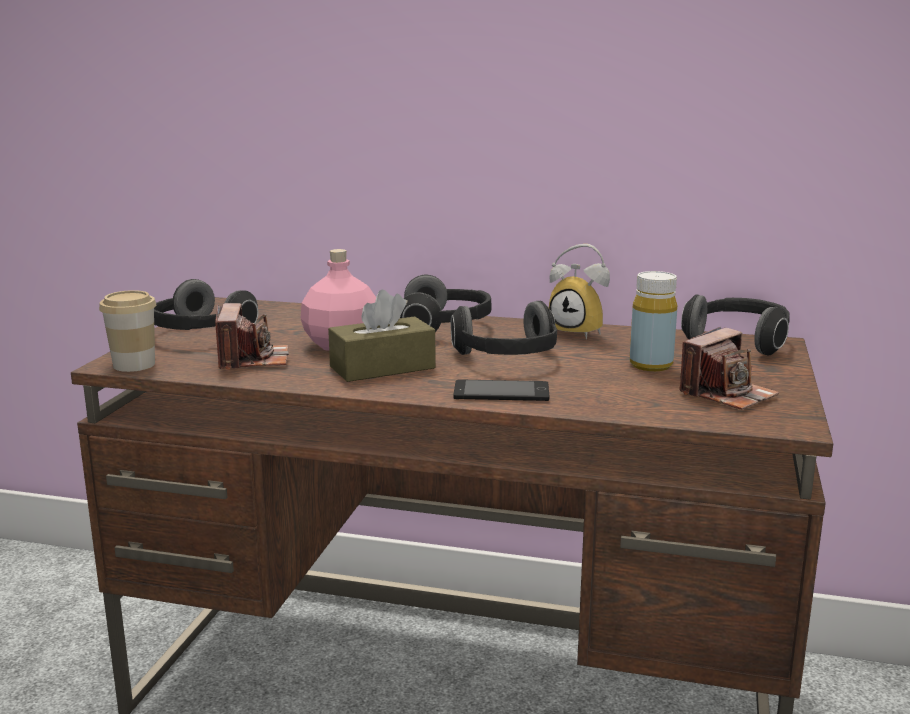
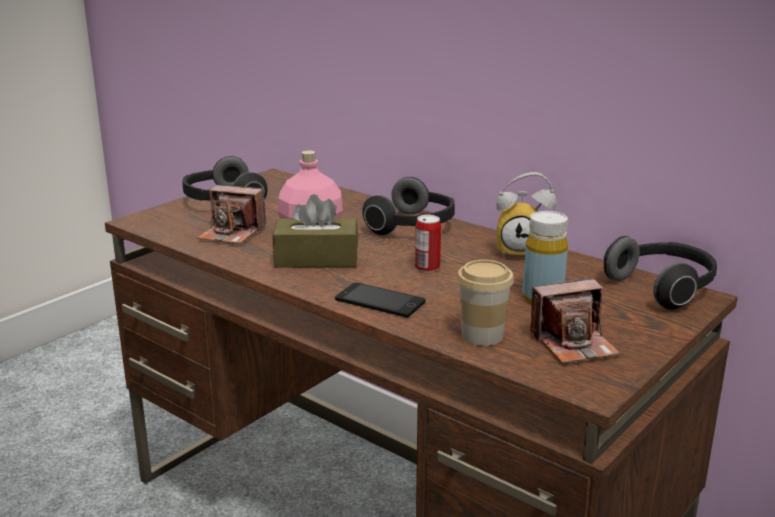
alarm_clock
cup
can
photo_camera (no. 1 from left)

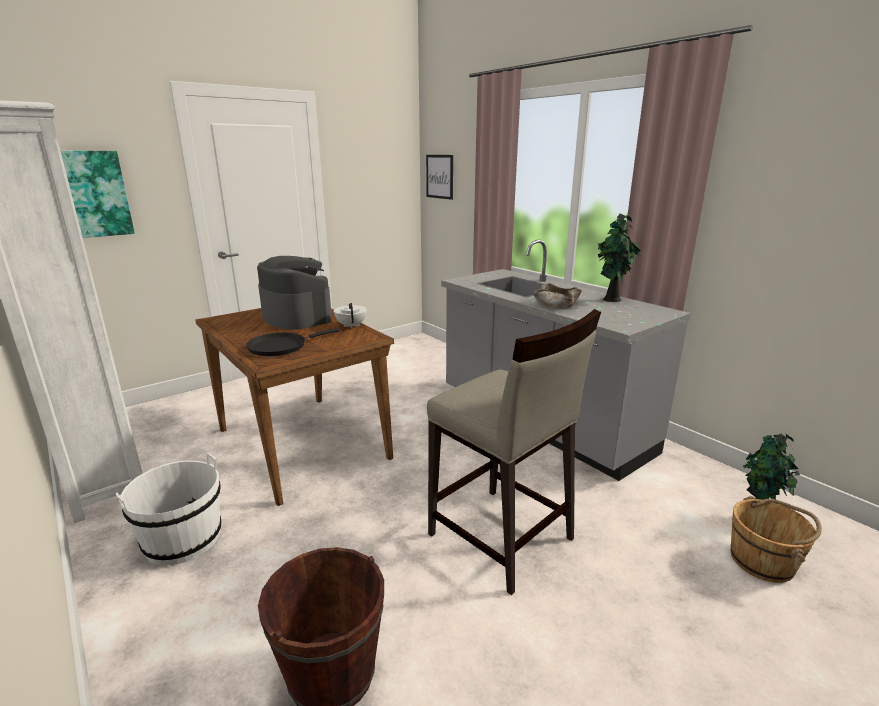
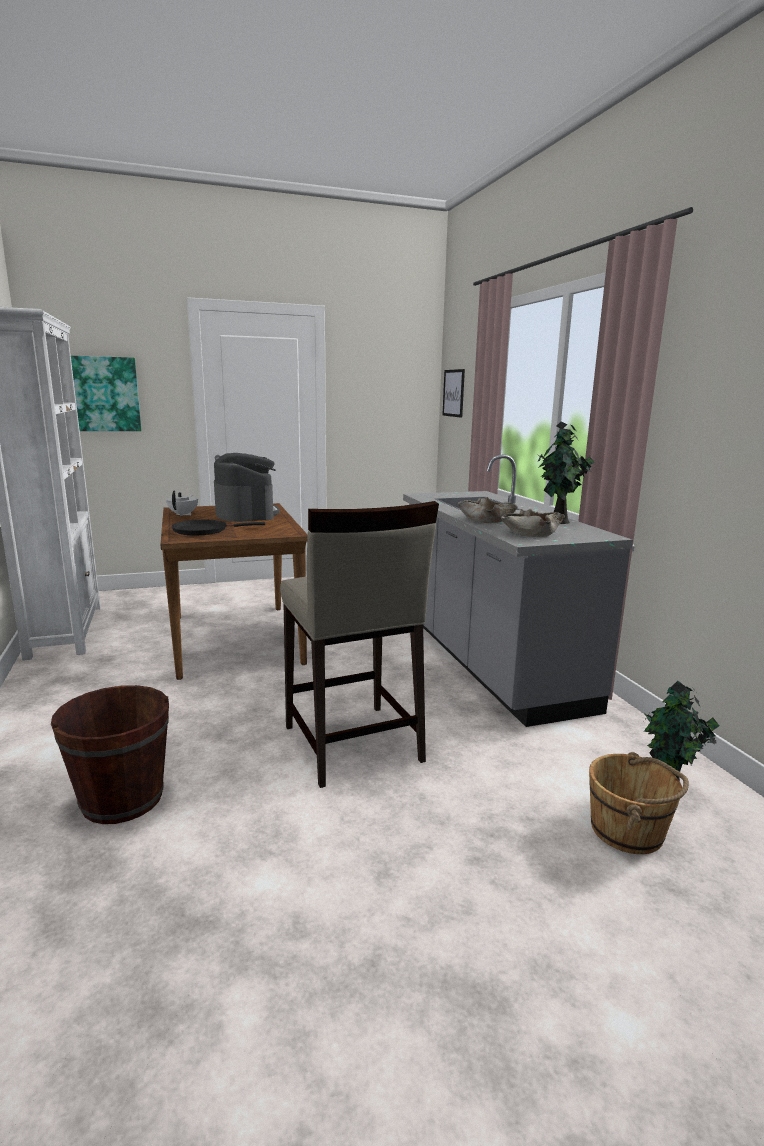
white_teapot
white_bucket
beige_bowl (no. 2 from left)

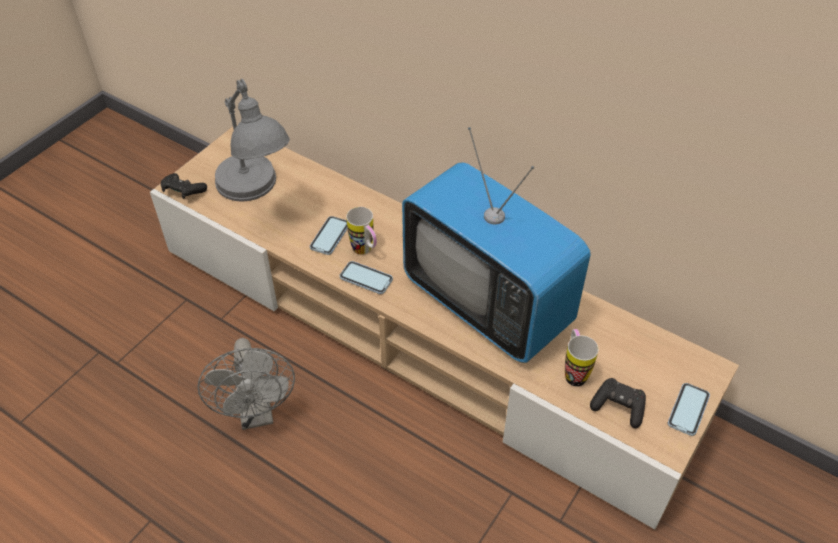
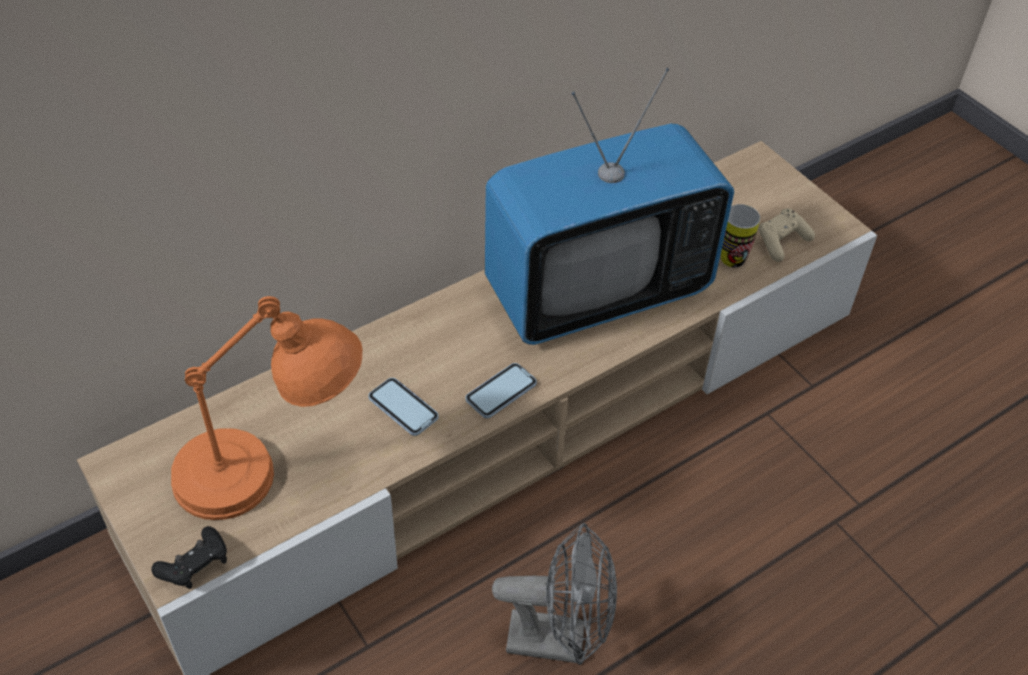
orange_table_lamp
mug (no. 1 from left in the first image)
beige_game_controller
phone (no. 3 from left in the first image)

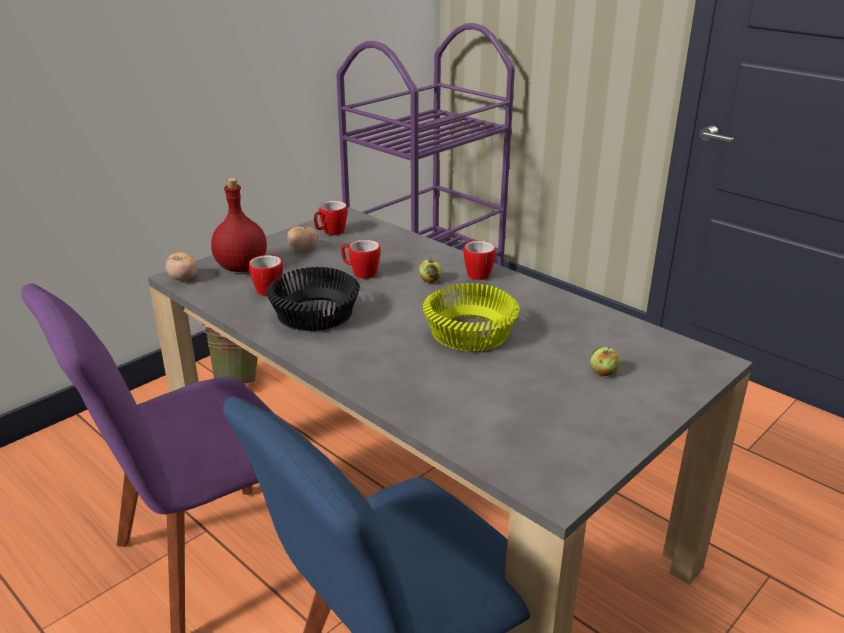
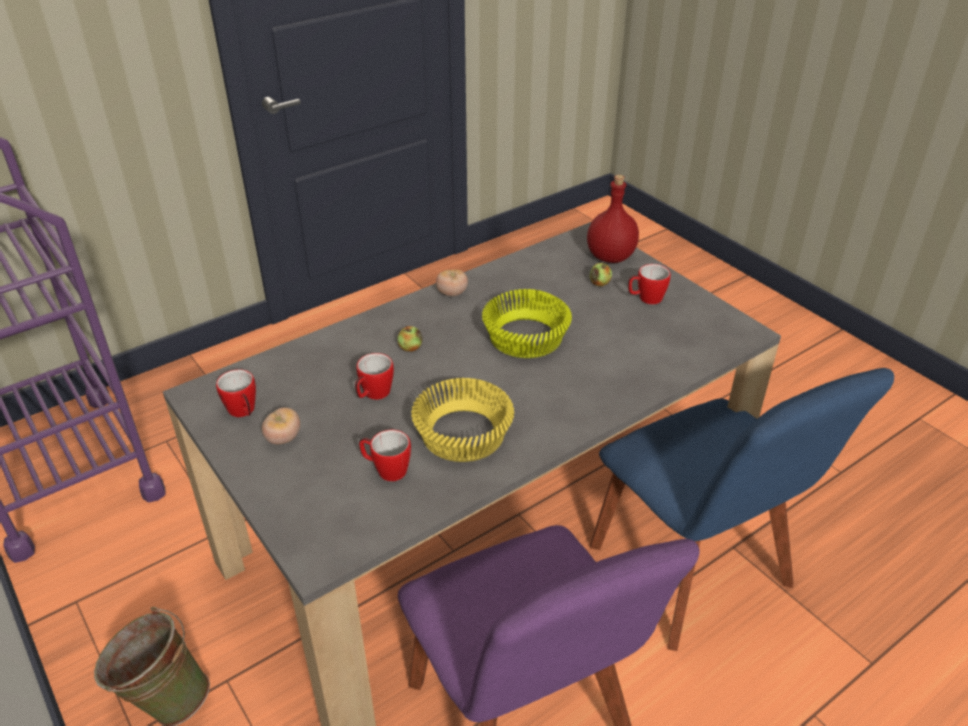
red_bottle
mug (no. 4 from left)
tomato (no. 2 from left)
yellow_bowl (no. 1 from left)

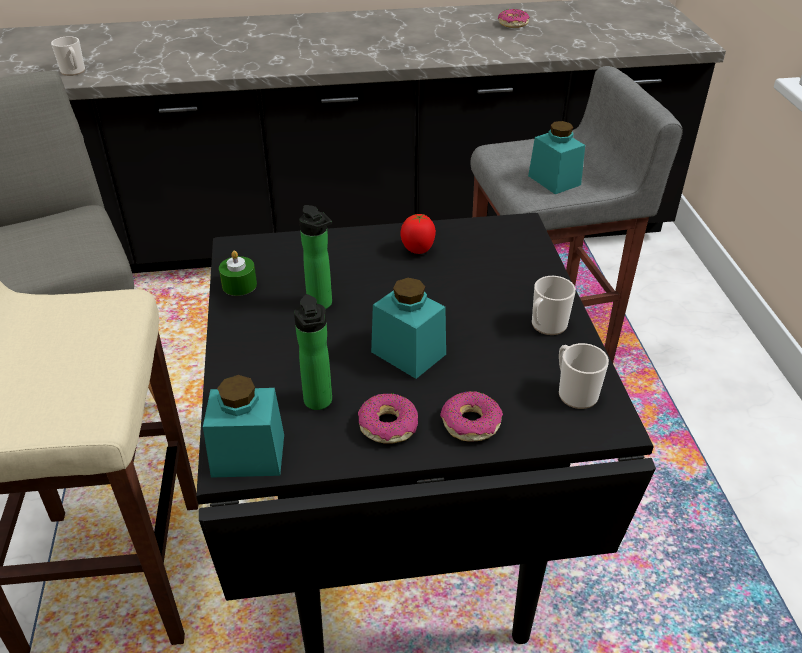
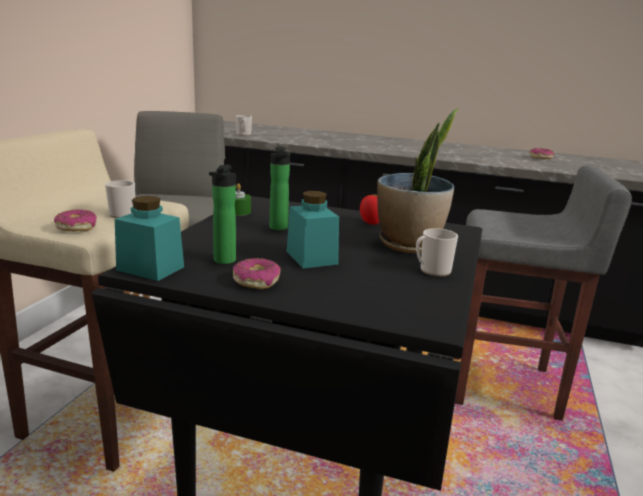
turquoise_jar (no. 3 from left in the first image)
mug (no. 1 from left)
donut (no. 1 from left)
potted_plant

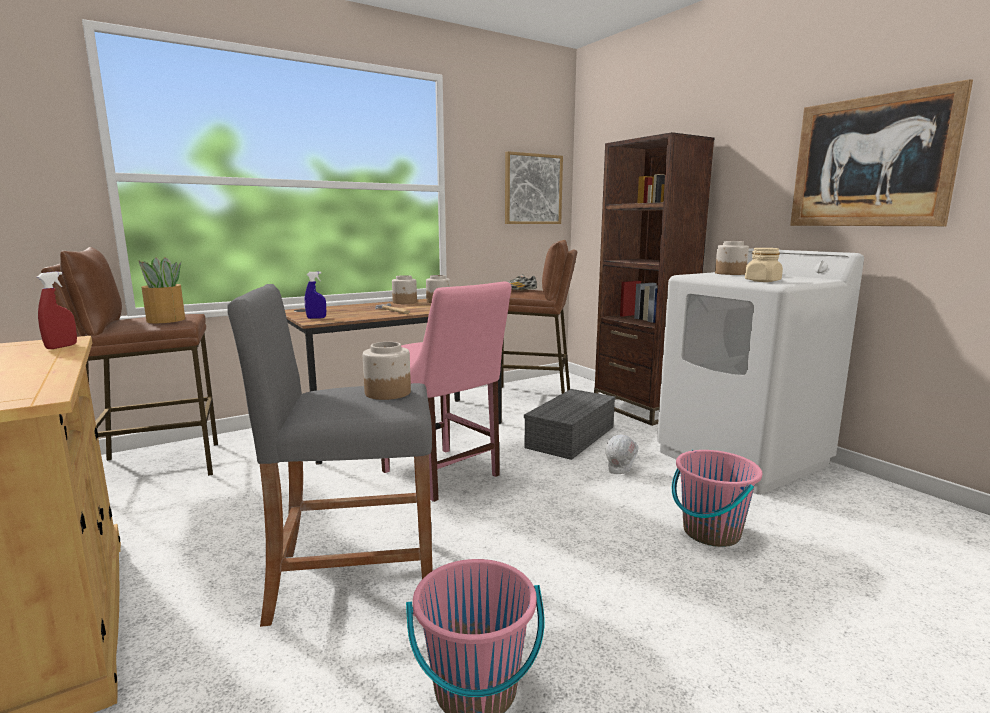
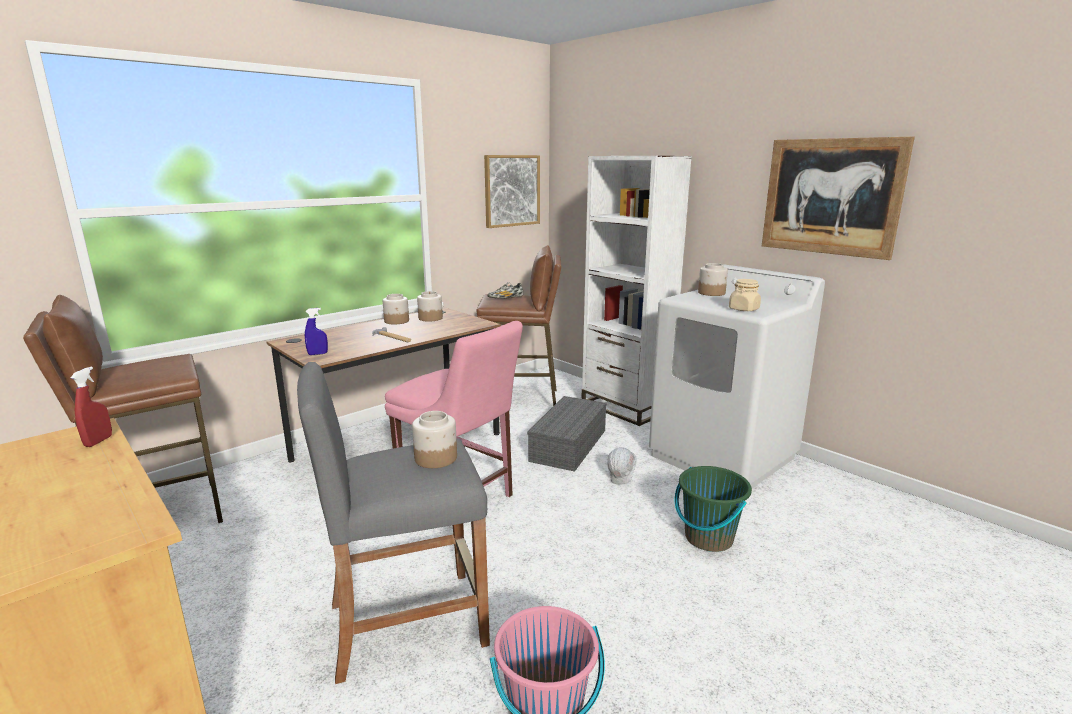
white_bookcase
potted_plant
green_bucket

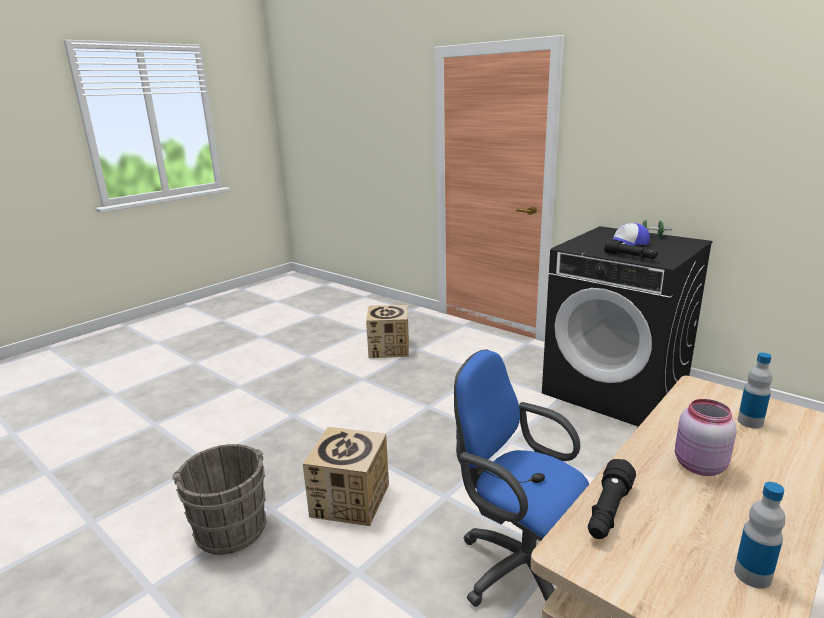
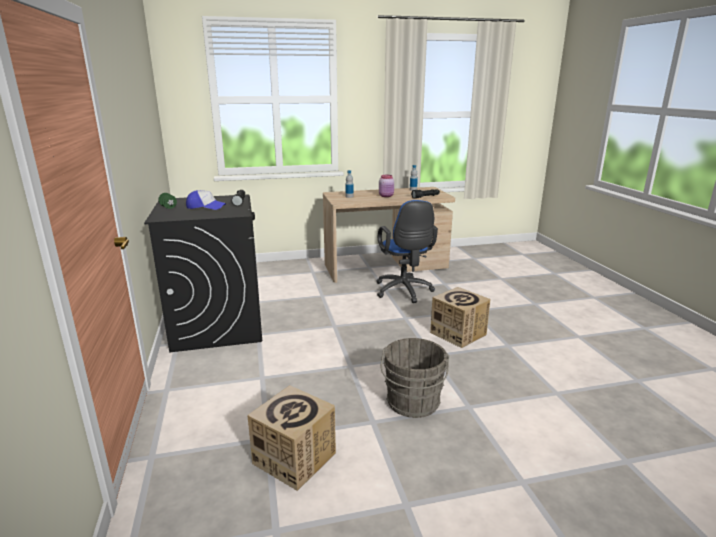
grey_bucket

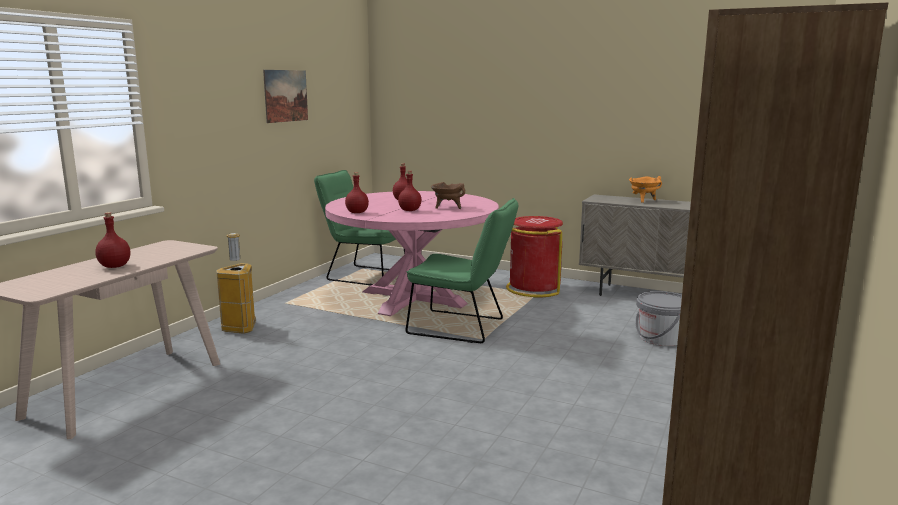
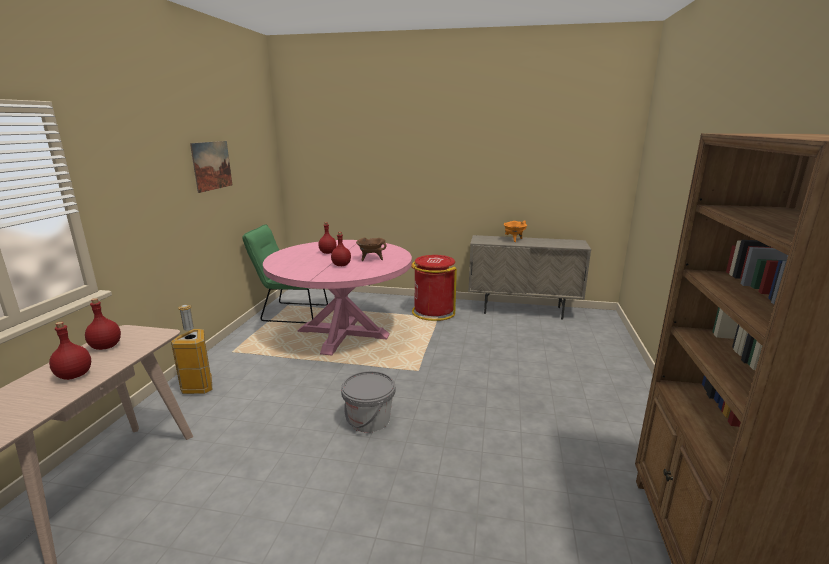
red_bottle (no. 2 from left)
green_chair (no. 2 from left in the first image)
grey_bucket

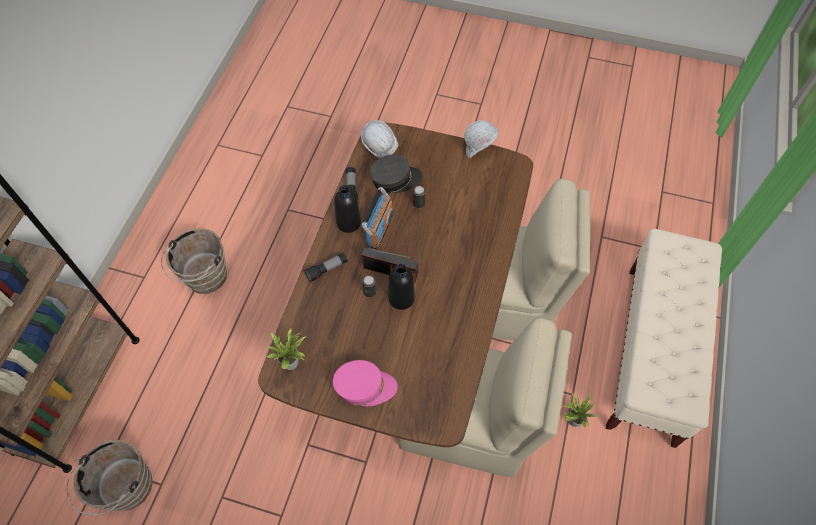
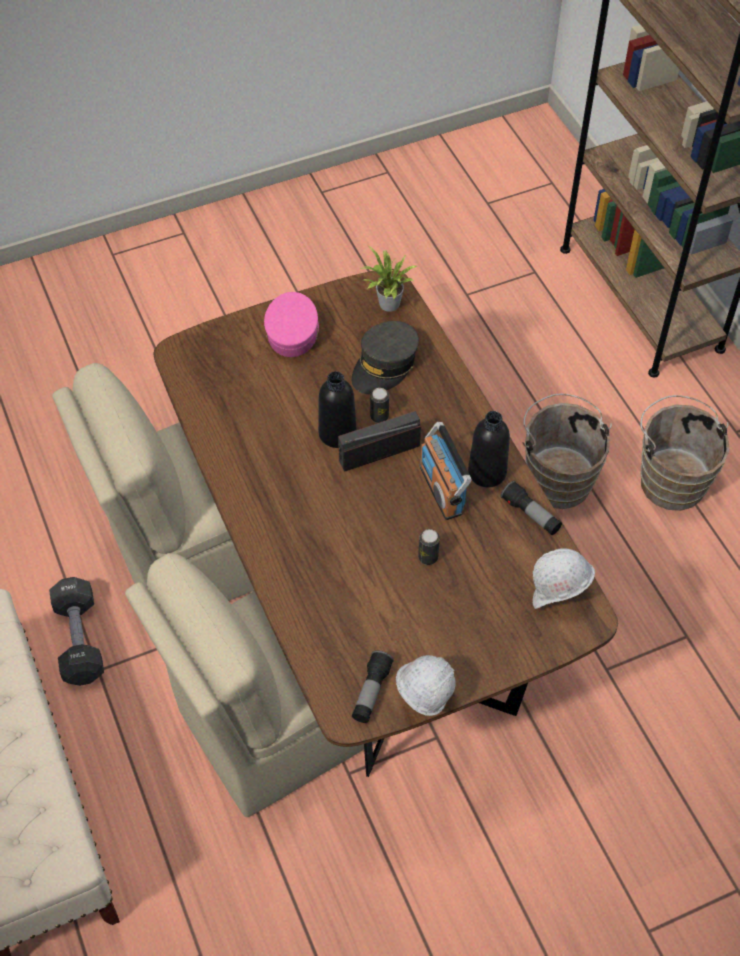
grey_cap
flashlight (no. 1 from left)
pink_cap
black_dumbbell
brown_bucket (no. 1 from left)

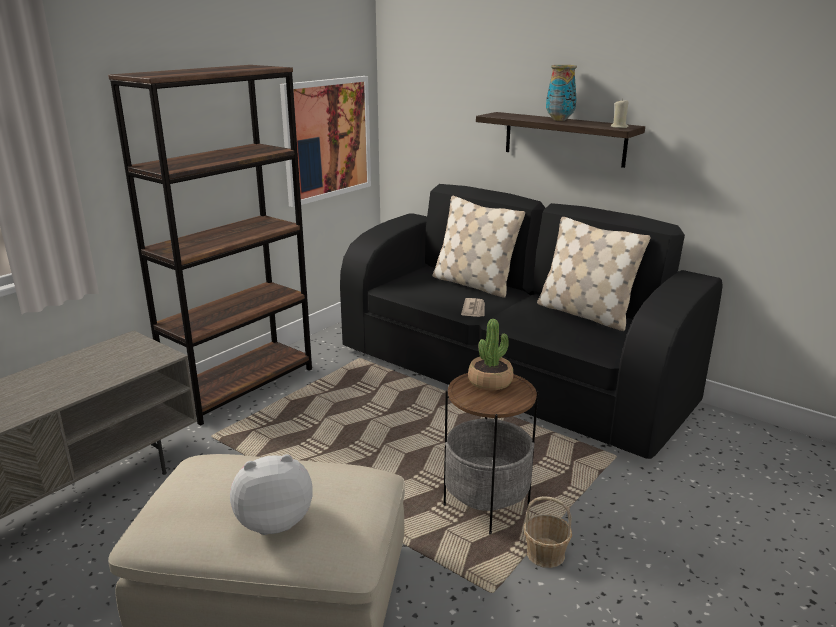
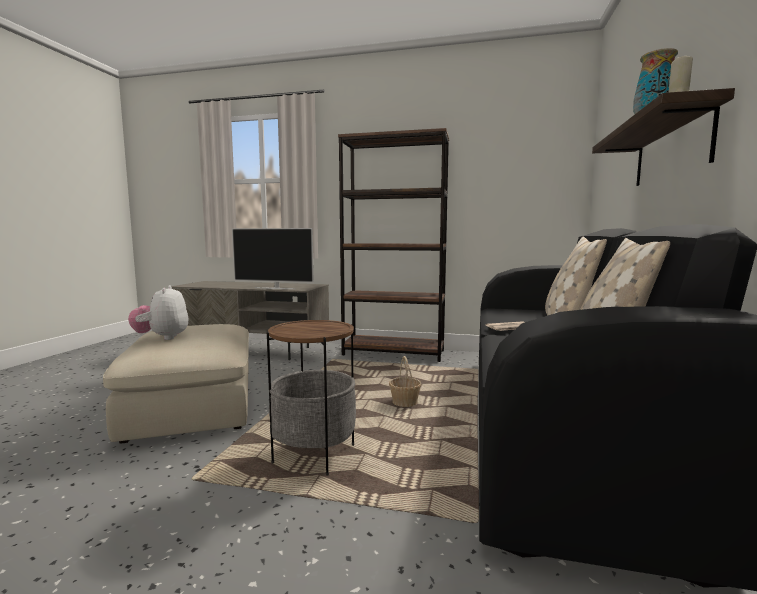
picture
potted_plant
plush_toy
basket
television

